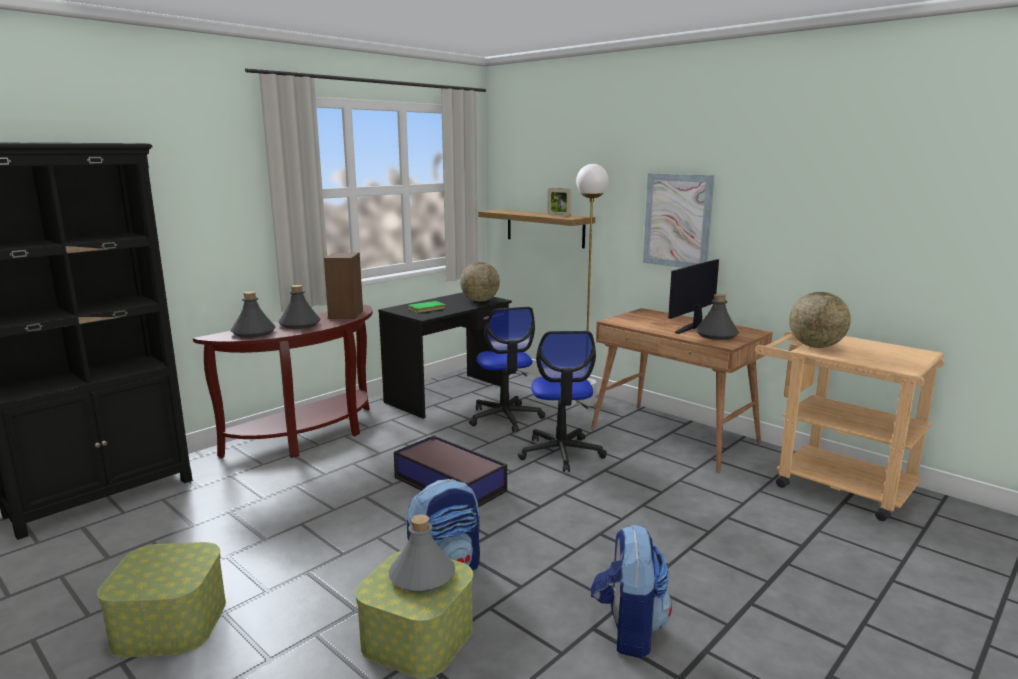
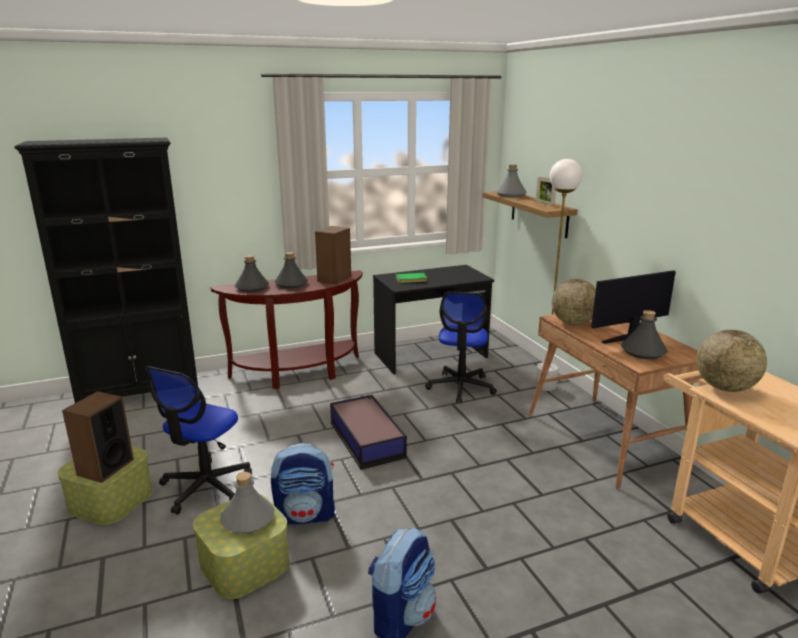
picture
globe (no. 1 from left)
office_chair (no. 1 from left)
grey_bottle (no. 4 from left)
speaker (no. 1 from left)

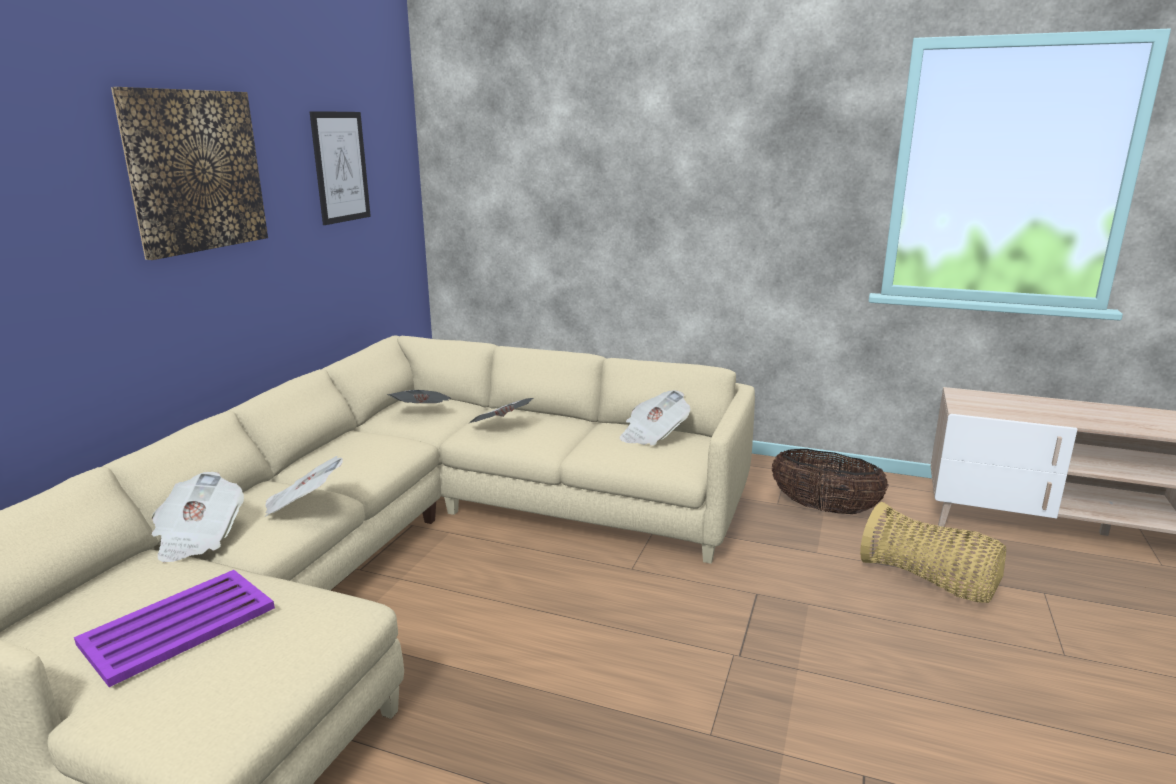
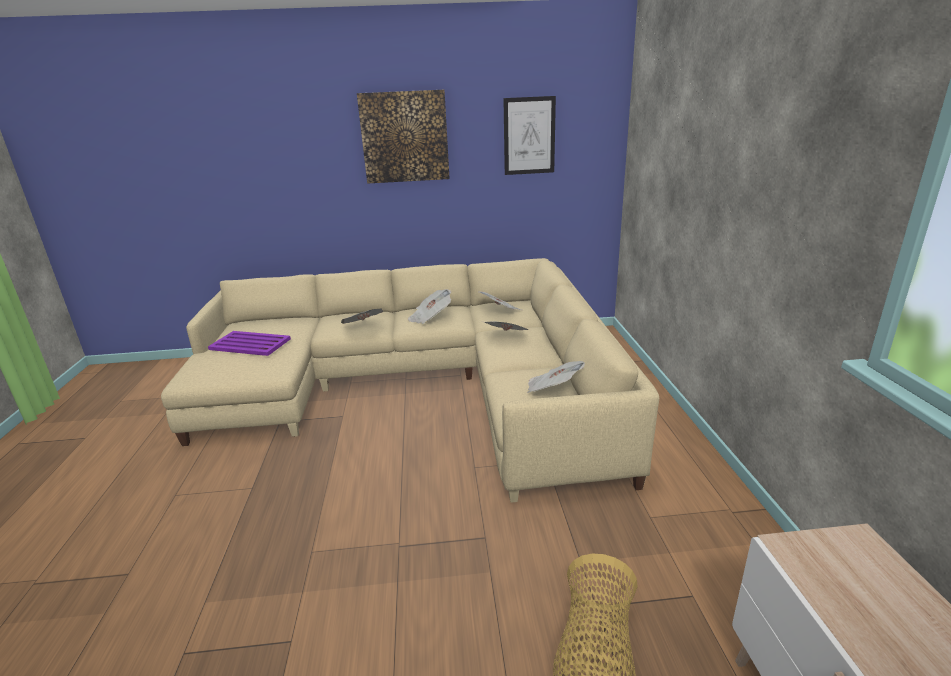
basket (no. 1 from left in the first image)
newspaper (no. 2 from left)

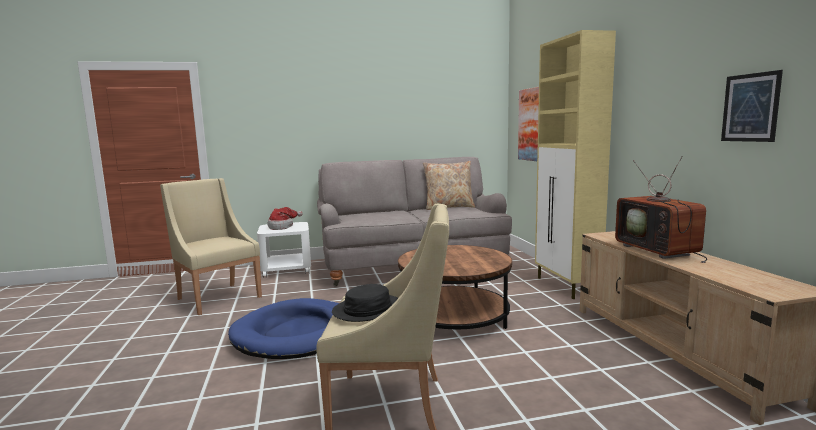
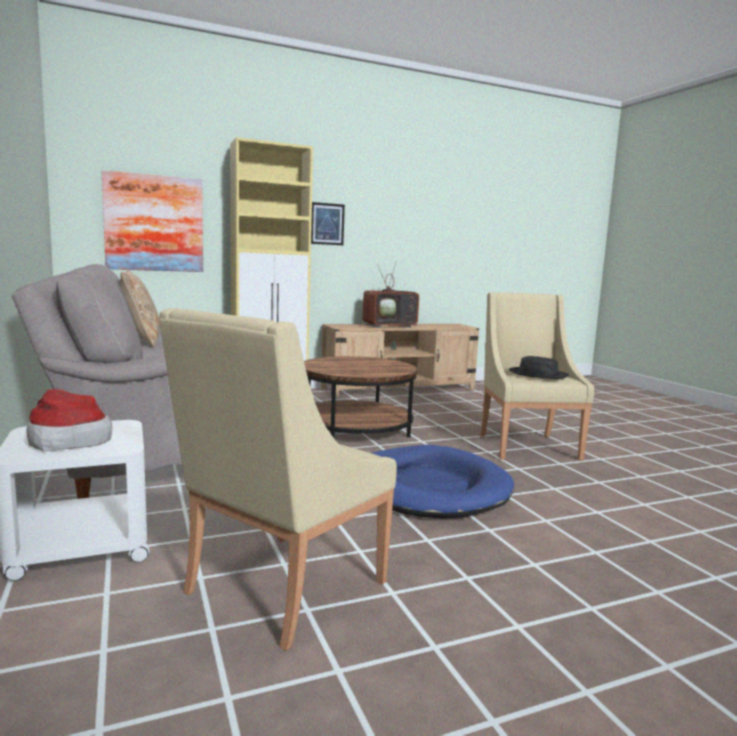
picture (no. 2 from left)

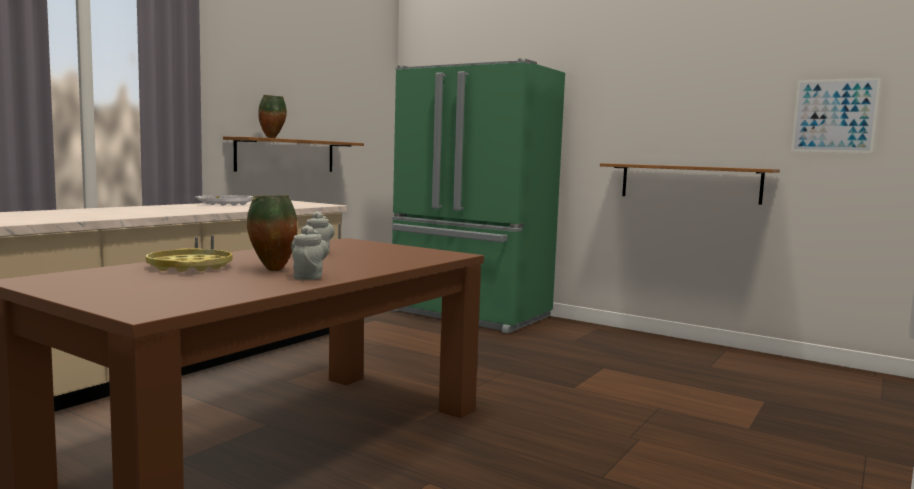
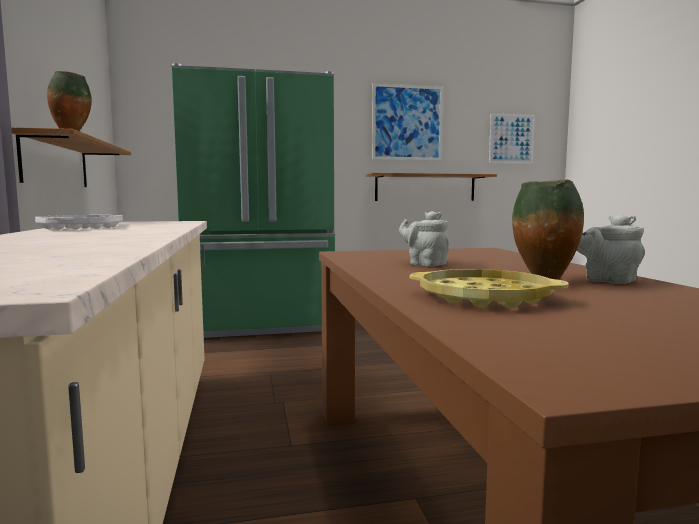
picture (no. 1 from left)

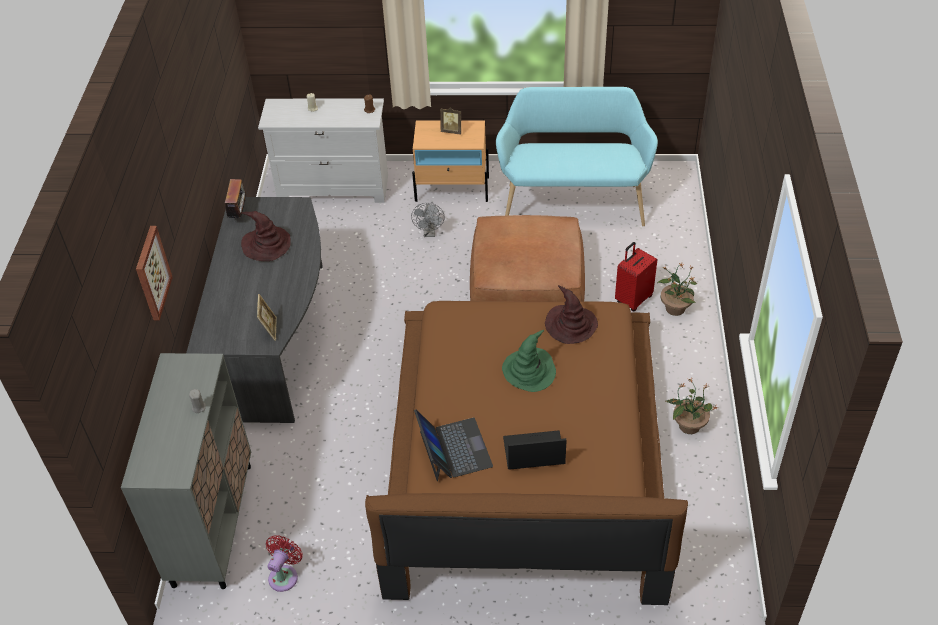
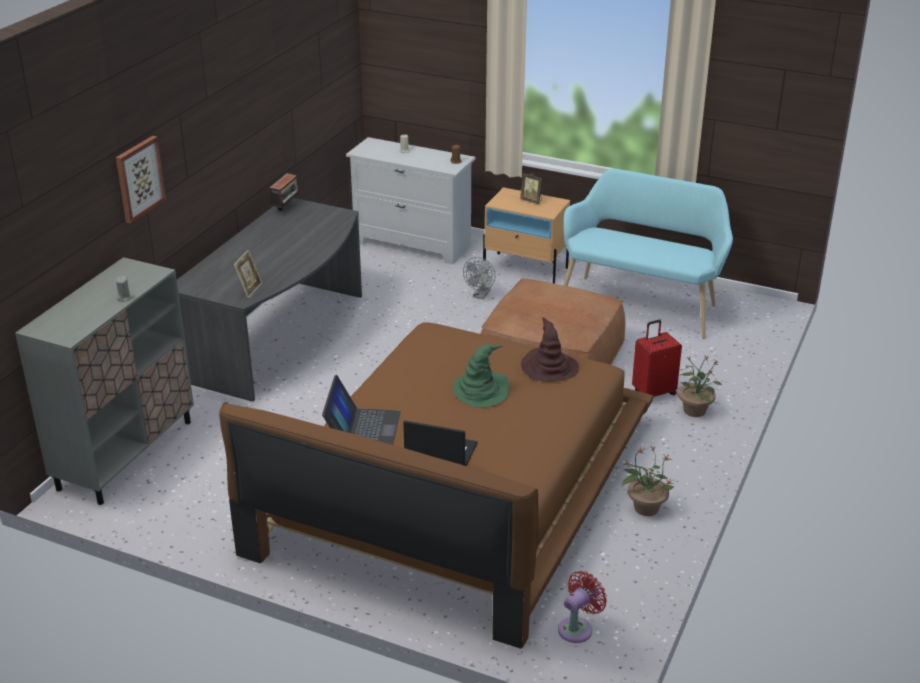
brown_hat (no. 1 from left in the first image)
red_fan

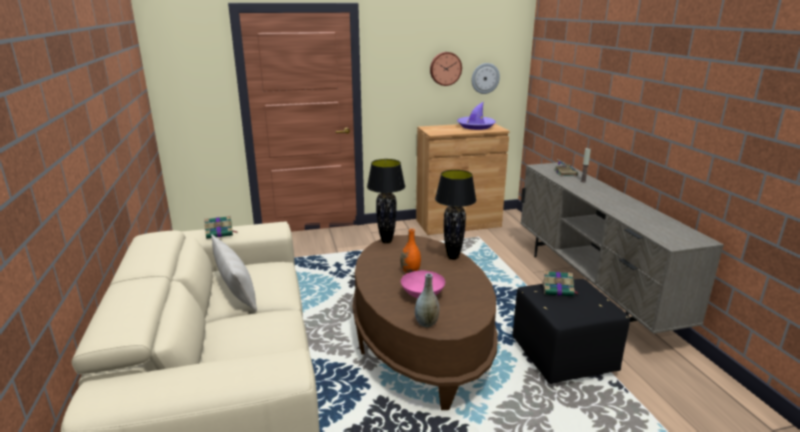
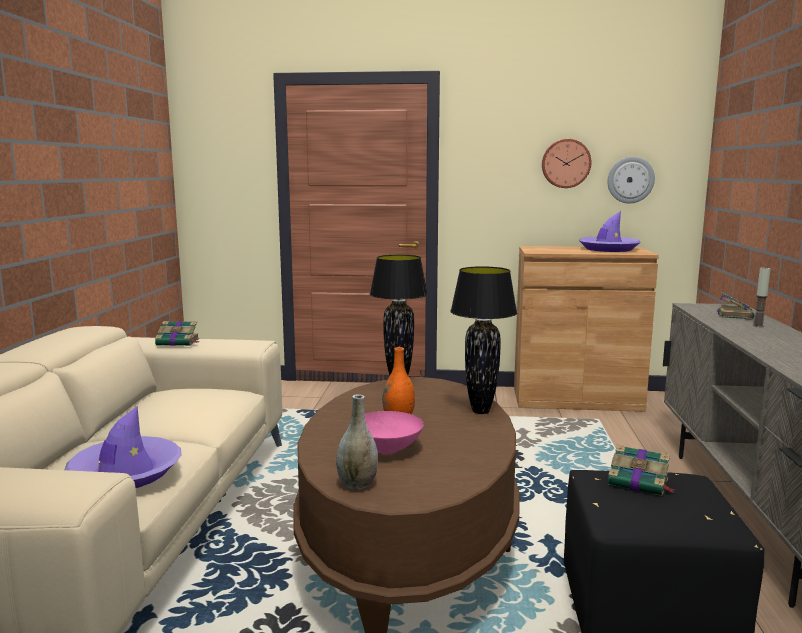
beige_pillow
purple_hat (no. 1 from left)

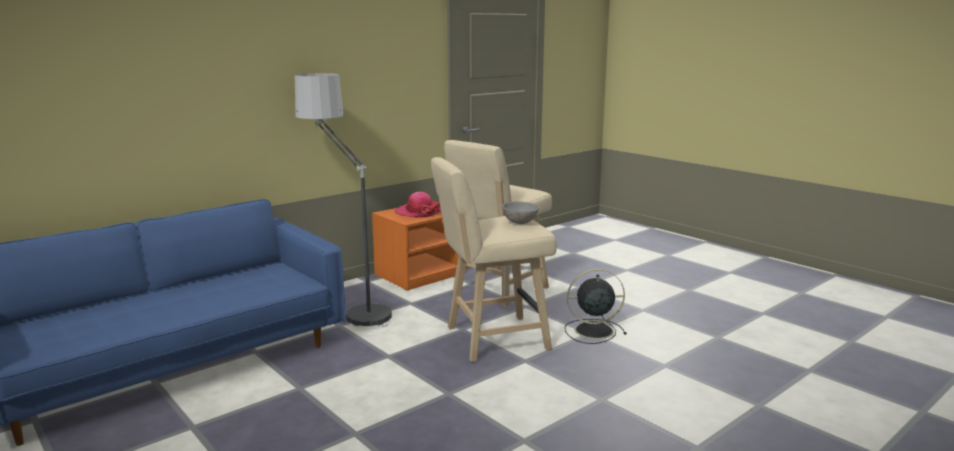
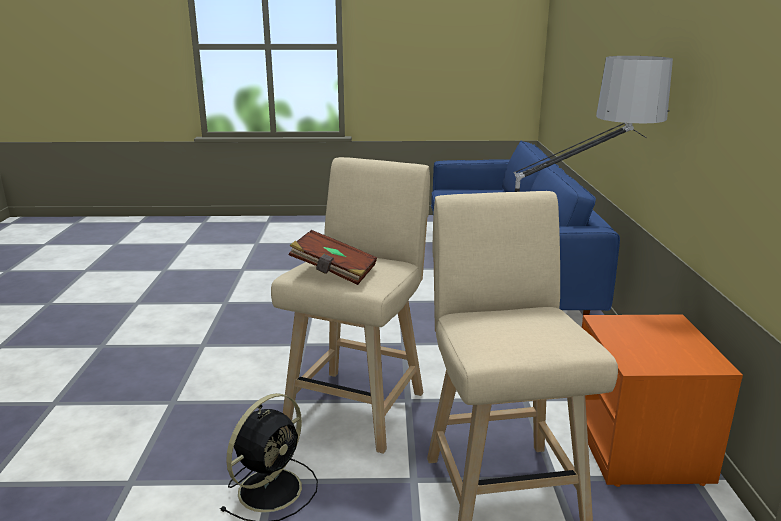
hat
brown_book

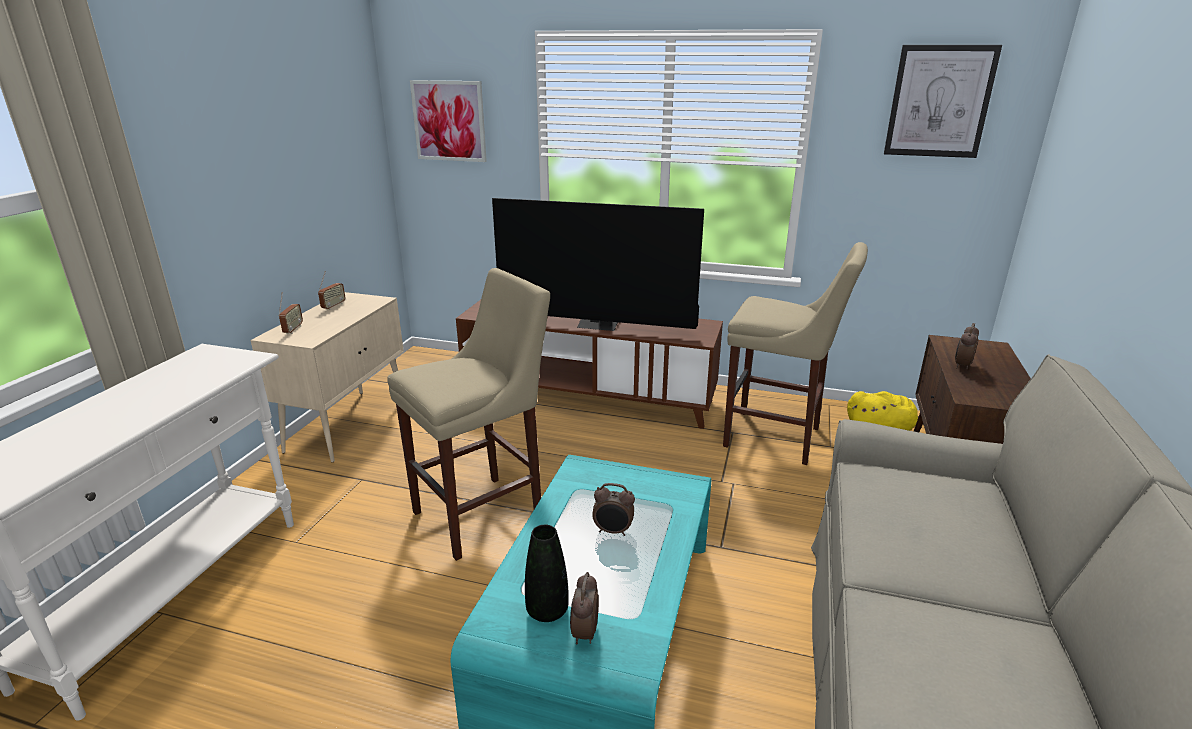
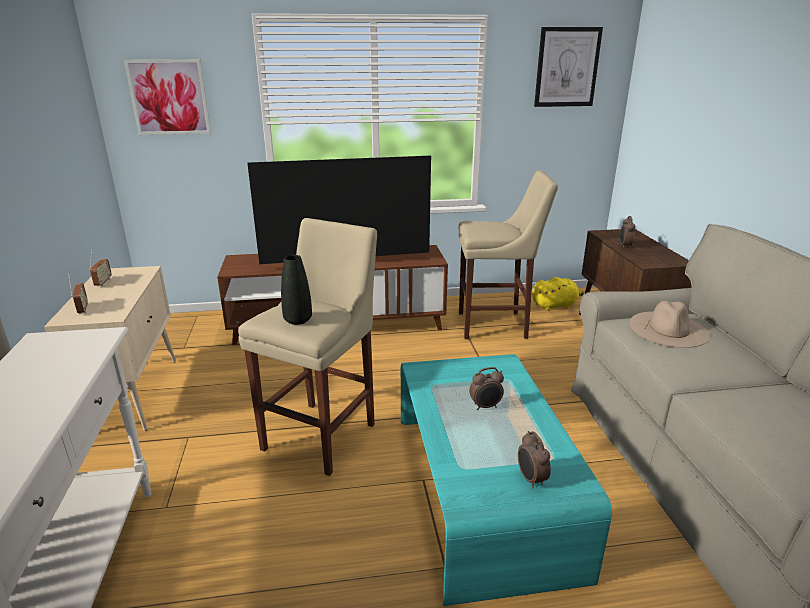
black_vase
beige_hat

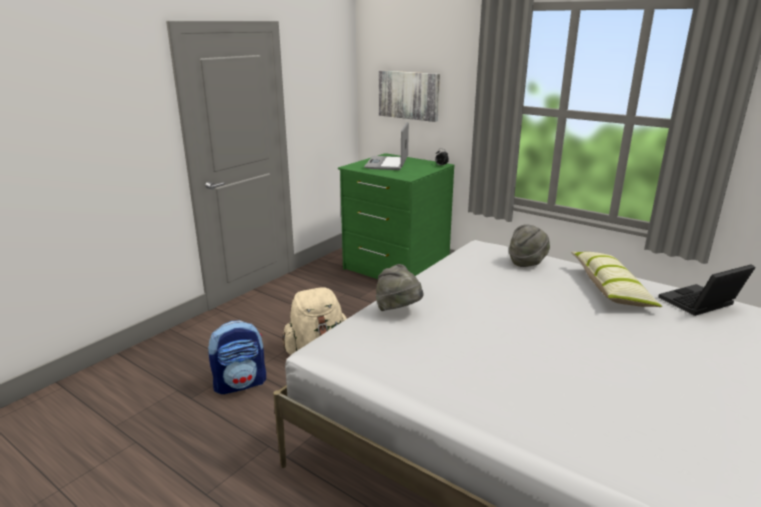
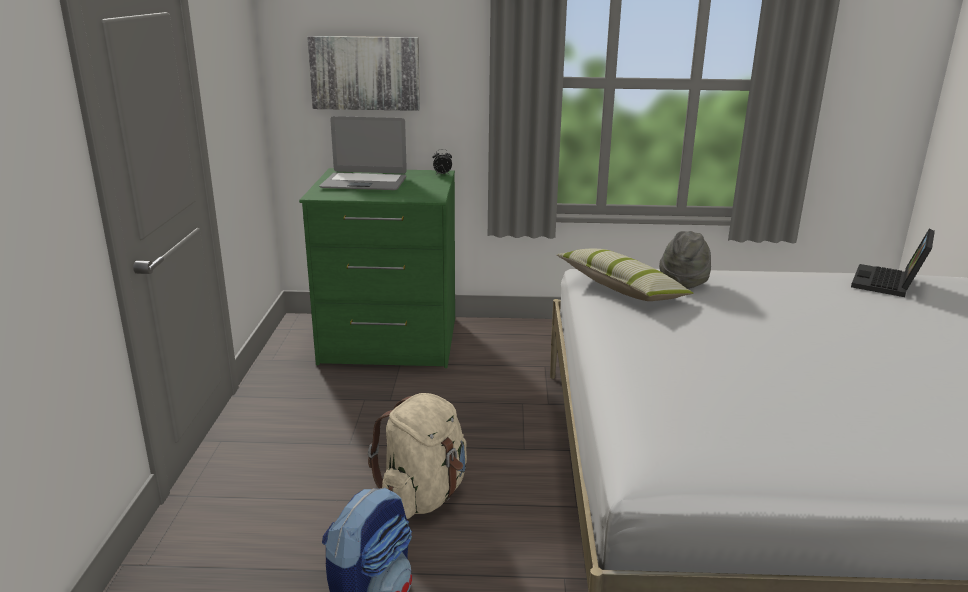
laptop (no. 1 from left)
pillow
grey_hat (no. 1 from left in the first image)

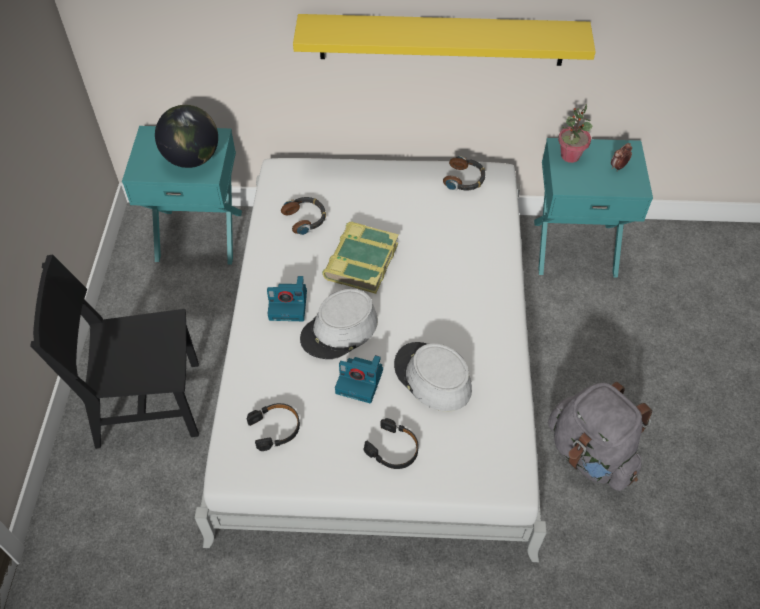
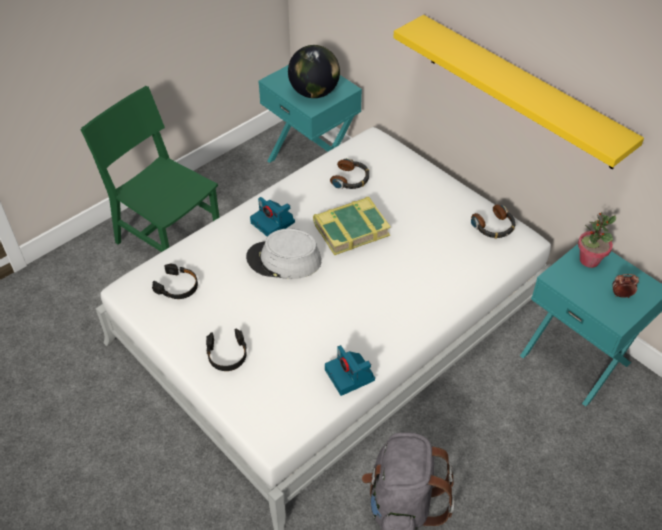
green_chair
grey_hat (no. 2 from left in the first image)
photo_camera (no. 2 from left)

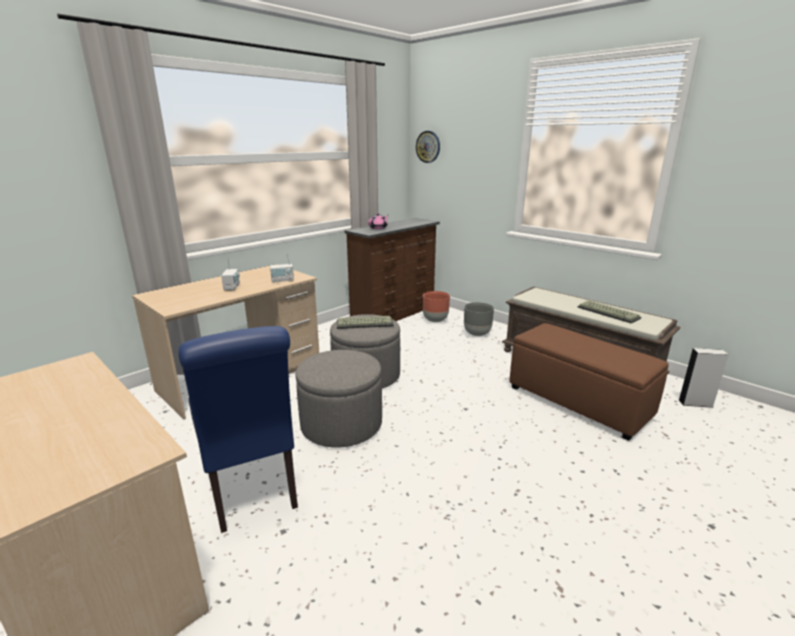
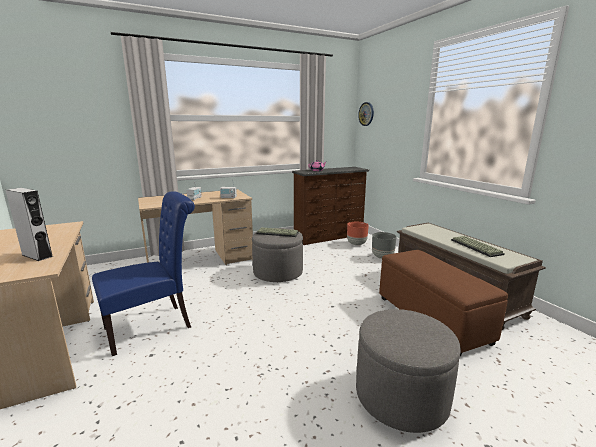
blue_chair
grey_speaker
grey_ottoman (no. 2 from left)

